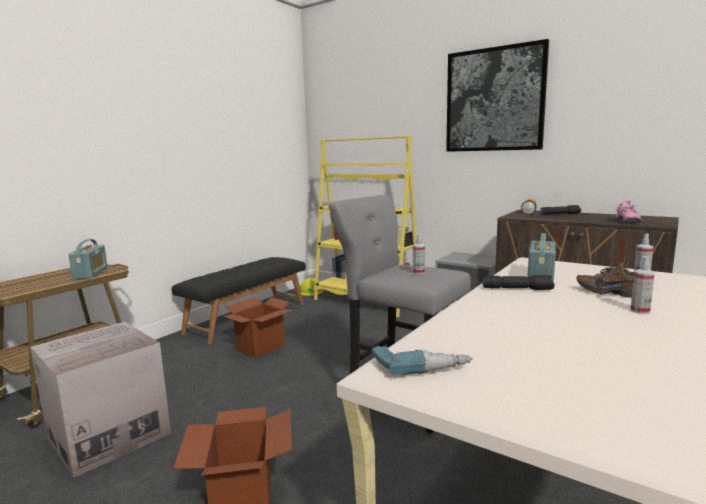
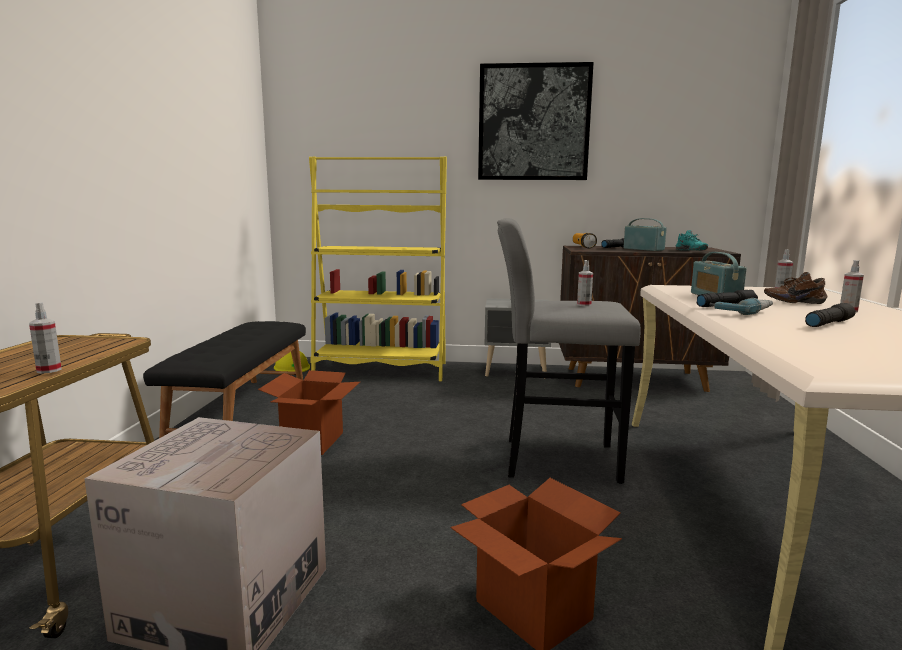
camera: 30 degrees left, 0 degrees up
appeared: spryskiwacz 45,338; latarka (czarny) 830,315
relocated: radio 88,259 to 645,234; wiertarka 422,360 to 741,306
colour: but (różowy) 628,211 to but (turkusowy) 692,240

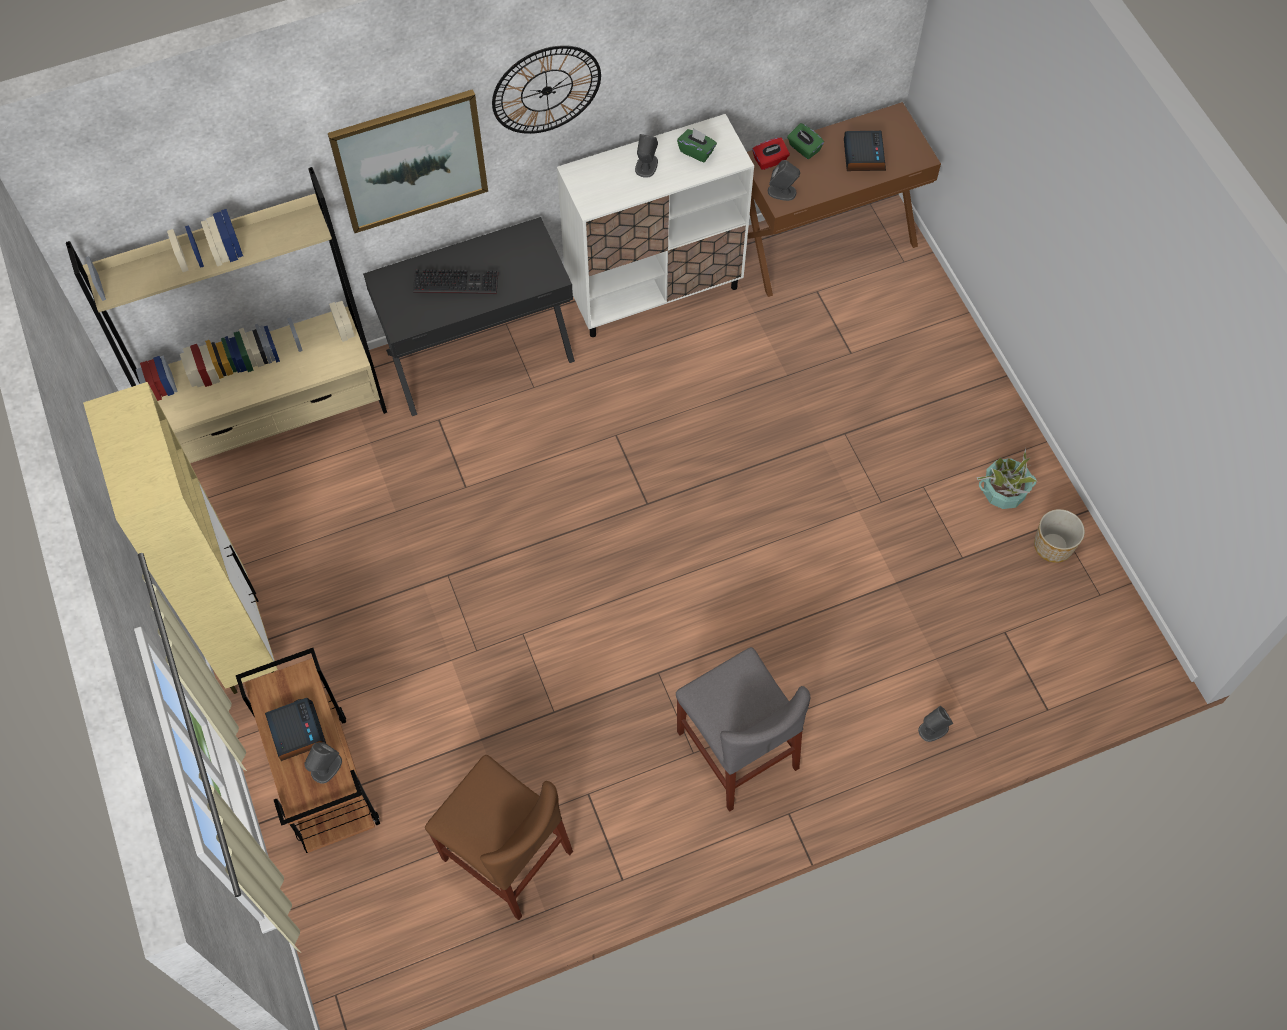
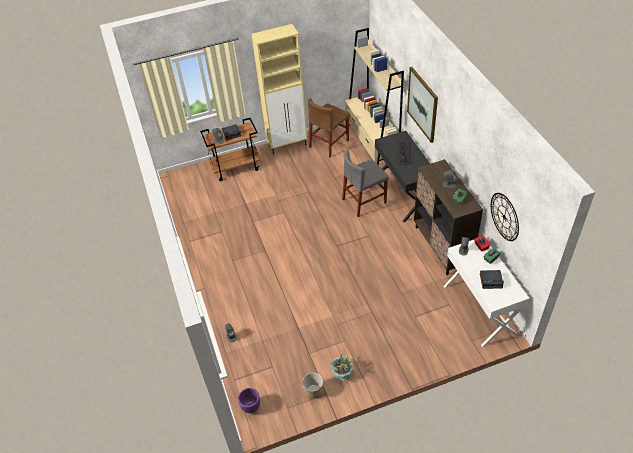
camera: 95 degrees right, 15 degrees down
appeared: donica (fioletowy) 249,400
relocated: zegar ścienny 546,89 to 505,217; krzesło (szary) 743,729 to 365,184; krzesło (brązowy) 499,837 to 329,127
colour: biurko (brązowy) 844,199 to biurko (biały) 487,293; szafka (biały) 655,225 to szafka (brązowy) 448,217

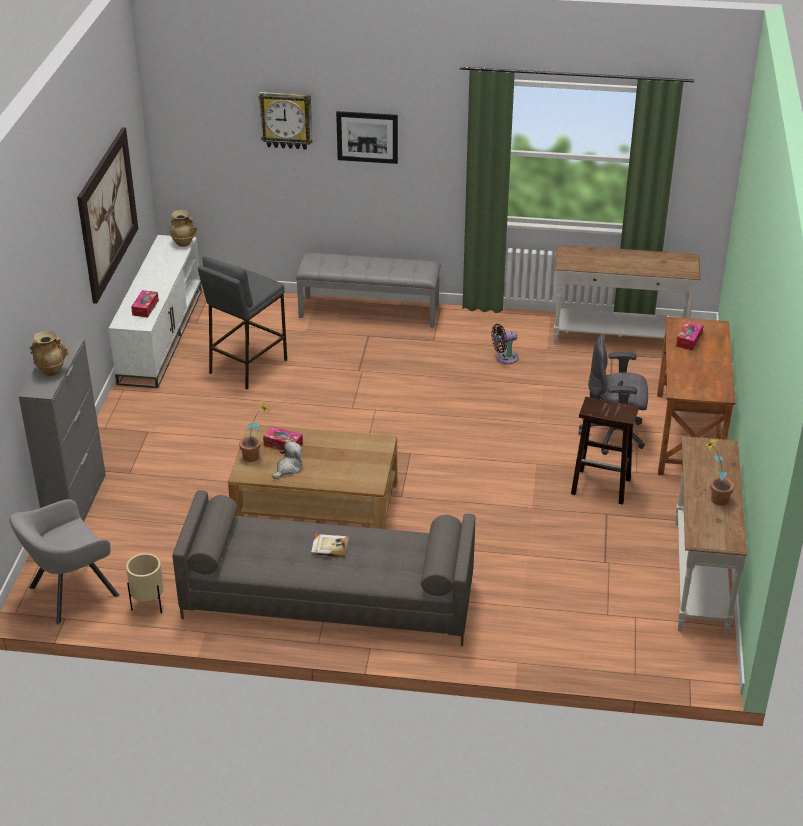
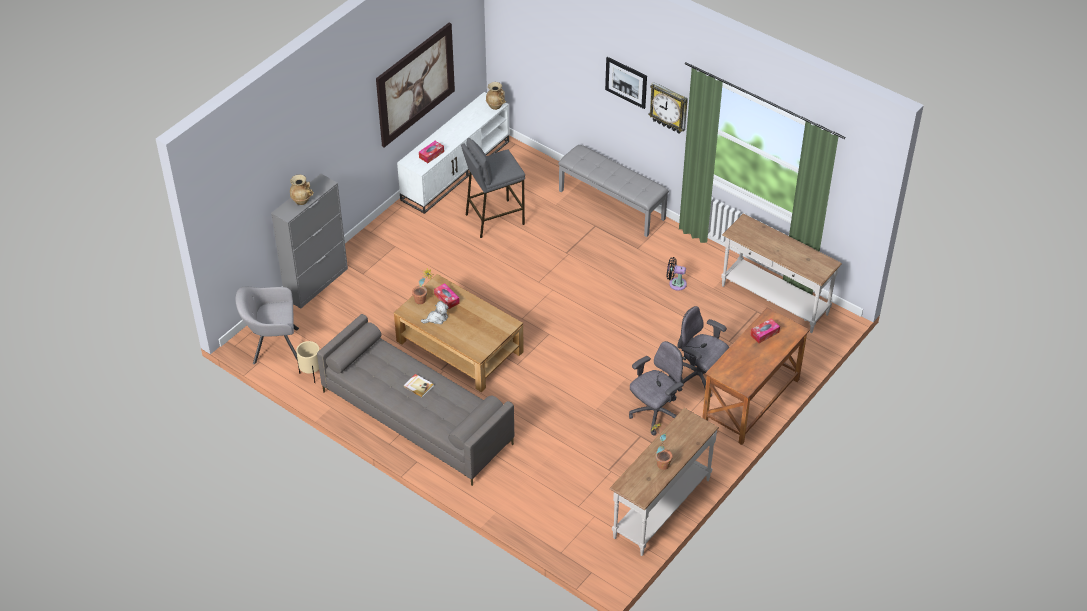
camera: 30 degrees right, 10 degrees up
relocated: zegar ścienny 285,121 to 668,108
exchanged: stołek (brązowy) 605,451 to krzesło biurowe (szary) 656,388

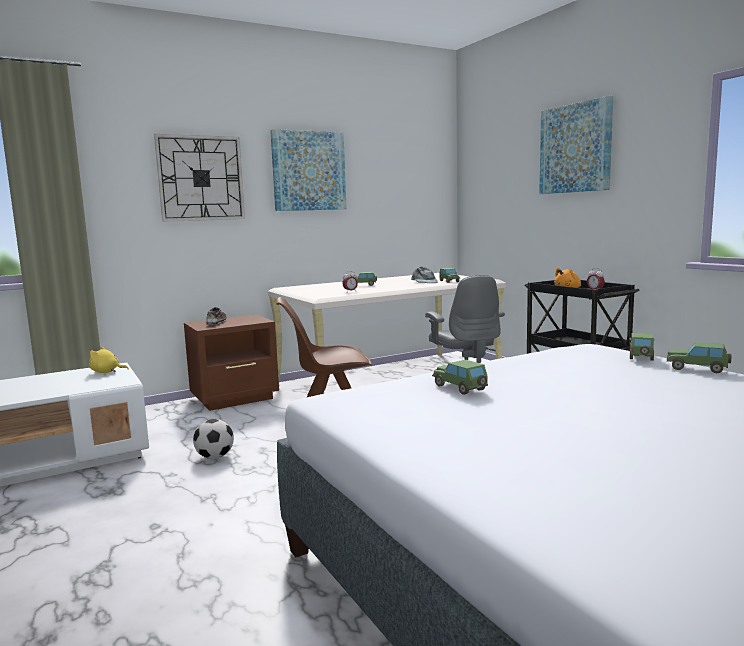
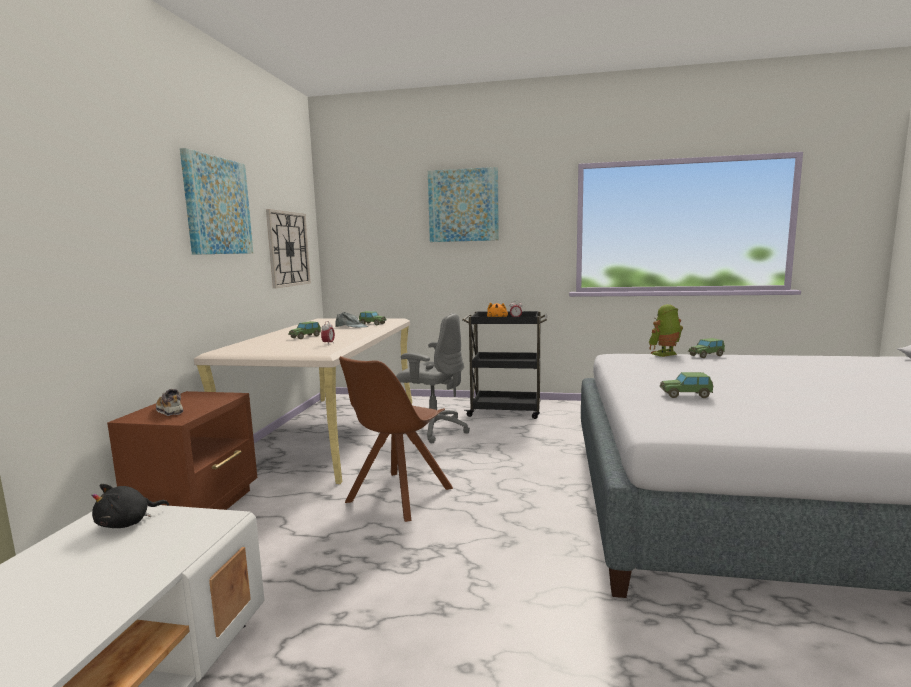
camera: 50 degrees left, 0 degrees up
missing: piłka futbolowa 213,439
relocated: zegar ścienny 199,178 to 288,248
exchanged: samochodzik 642,347 to robot zabawkowy 666,330
colour: pluszak (żółty) 109,359 to pluszak (czarny) 130,506

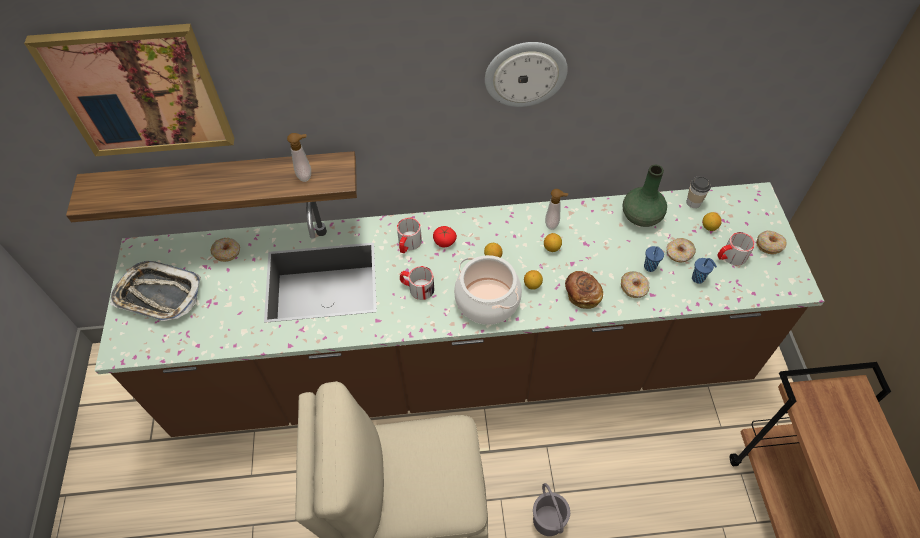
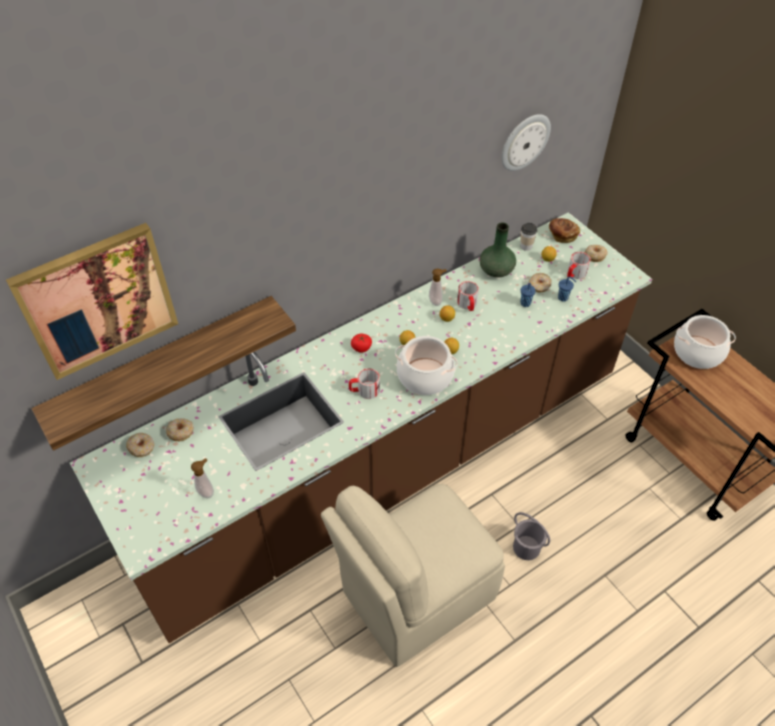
camera: 30 degrees left, 5 degrees down
missing: taca 155,291
appeared: garnek 705,342
relocated: zegar ścienny 526,74 to 526,142; dozownik mydła 299,157 to 202,478; kubek 409,235 to 468,296; chleb 584,290 to 564,230; donut 635,284 to 140,445

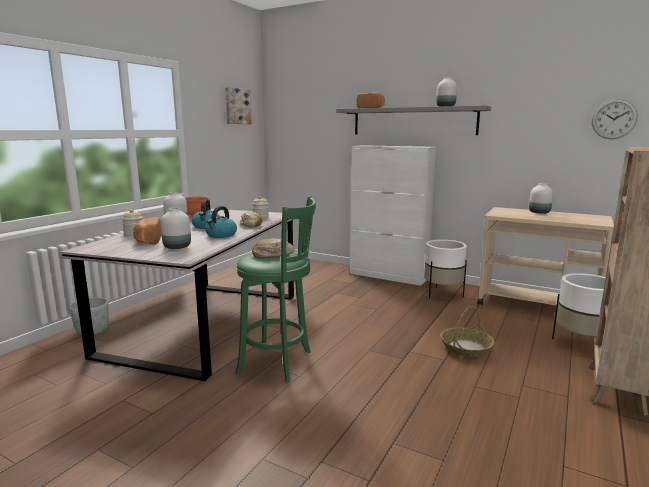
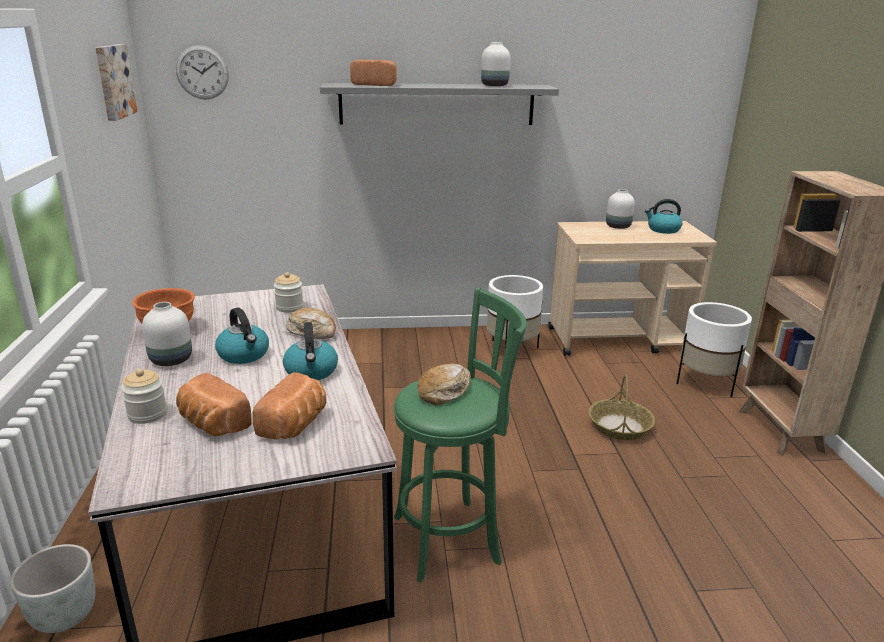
camera: 35 degrees left, 10 degrees up
missing: szafka (biały) 393,215
appeared: czajnik 663,216
relocated: zegar ścienny 615,119 to 202,72
exchanged: wazon (biały) 176,228 to chleb 289,406

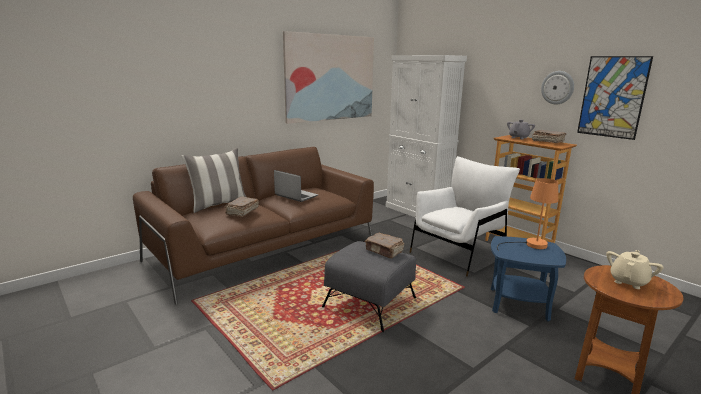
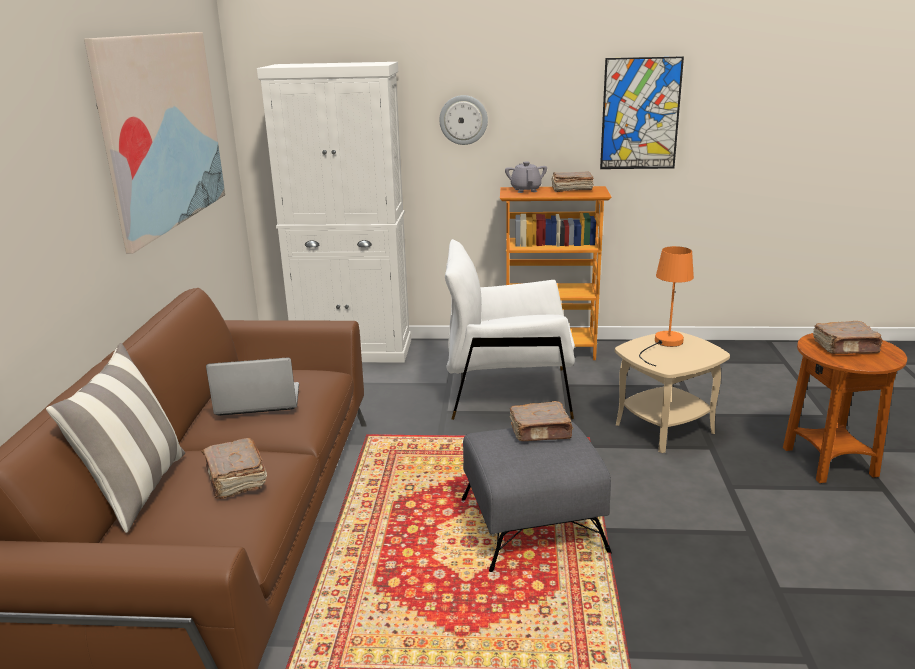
camera: 45 degrees left, 5 degrees up
relocated: zegar ścienny 557,87 to 463,120
exchanged: imbryk (beżowy) 635,269 to książka (brązowy) 847,337
colour: stolik (niebieski) 528,278 to stolik (beżowy) 672,392
spun: fotel (biały) 465,216 = 510,329 90 degrees counterclockwise

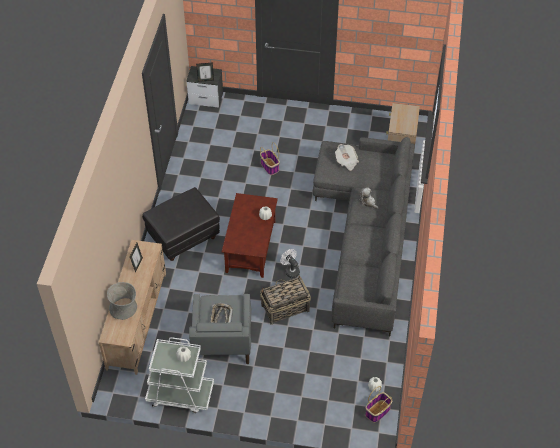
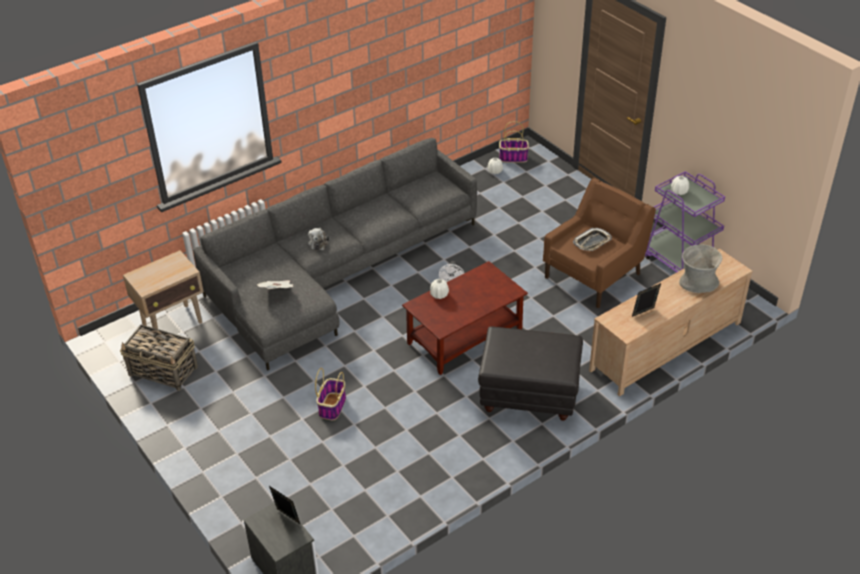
camera: 135 degrees left, 10 degrees down
relocated: koszyk 285,300 to 159,358
colour: fotel (szary) 220,329 to fotel (brązowy) 599,243; wózek (biały) 179,375 to wózek (fioletowy) 685,222

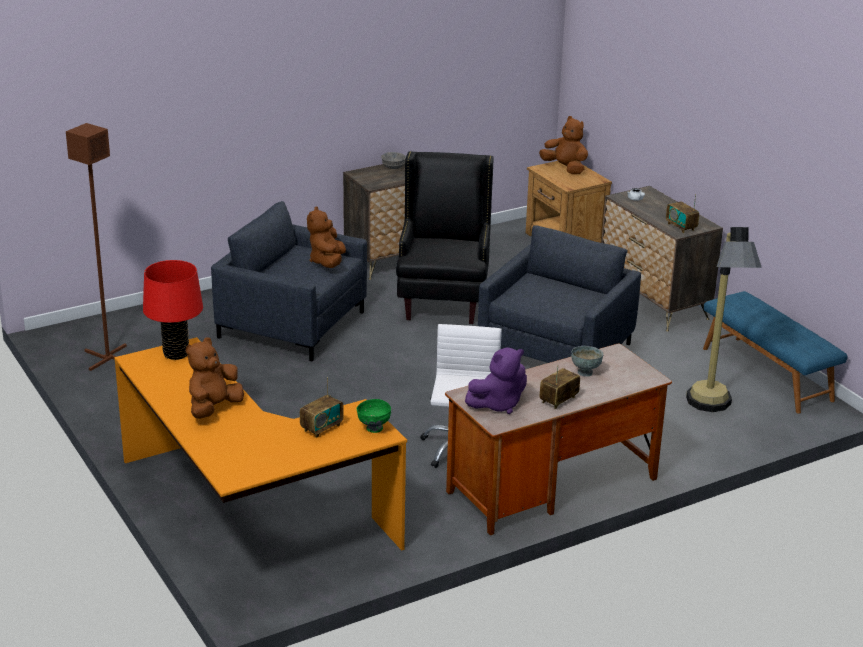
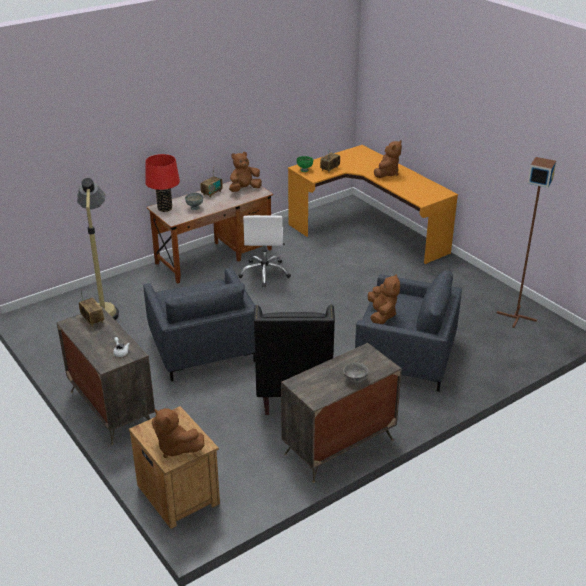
camera: 175 degrees right, 5 degrees up
missing: ławka (niebieski) 775,352
relocated: lampa stołowa (czerwony) 173,310 to 162,183
colour: pluszak (fioletowy) 496,381 to pluszak (brązowy) 245,172
spun: fotel (szary) 559,294 = 199,324 45 degrees counterclockwise

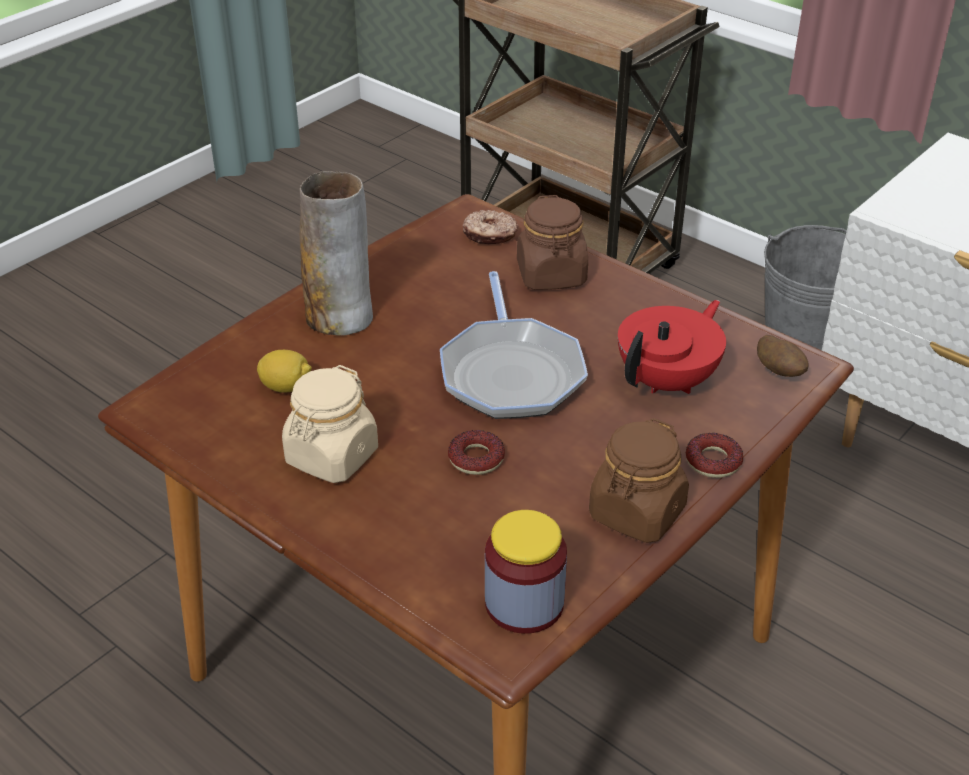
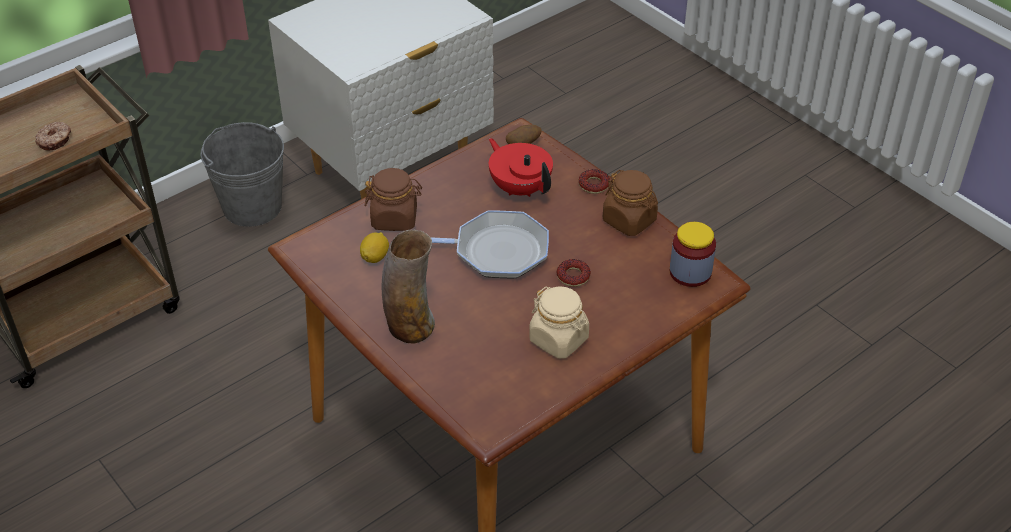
camera: 80 degrees left, 5 degrees up
relocated: donut 490,227 to 53,136; cytryna 284,371 to 374,247

